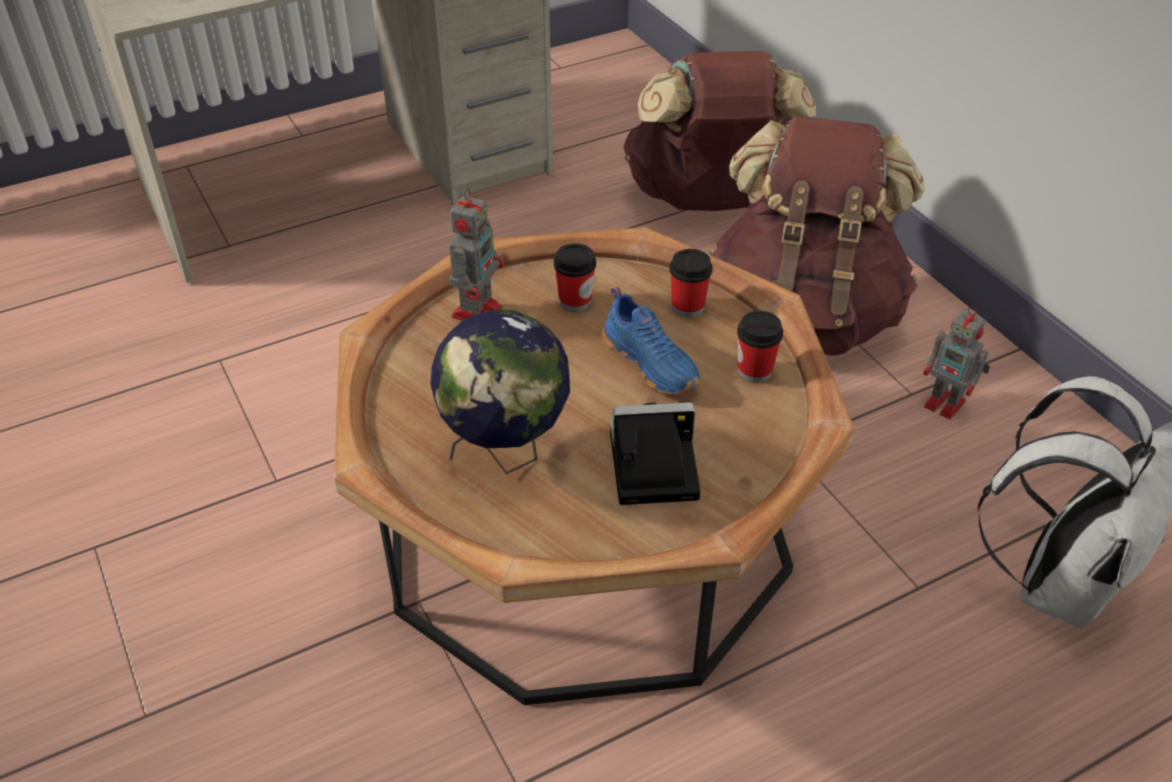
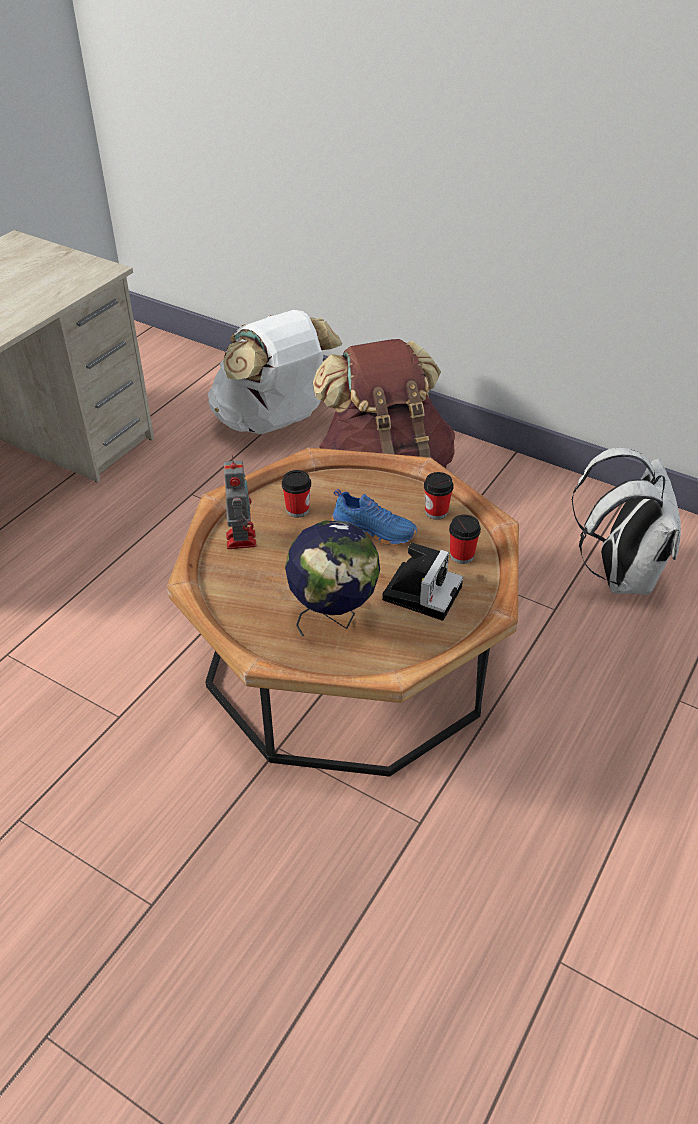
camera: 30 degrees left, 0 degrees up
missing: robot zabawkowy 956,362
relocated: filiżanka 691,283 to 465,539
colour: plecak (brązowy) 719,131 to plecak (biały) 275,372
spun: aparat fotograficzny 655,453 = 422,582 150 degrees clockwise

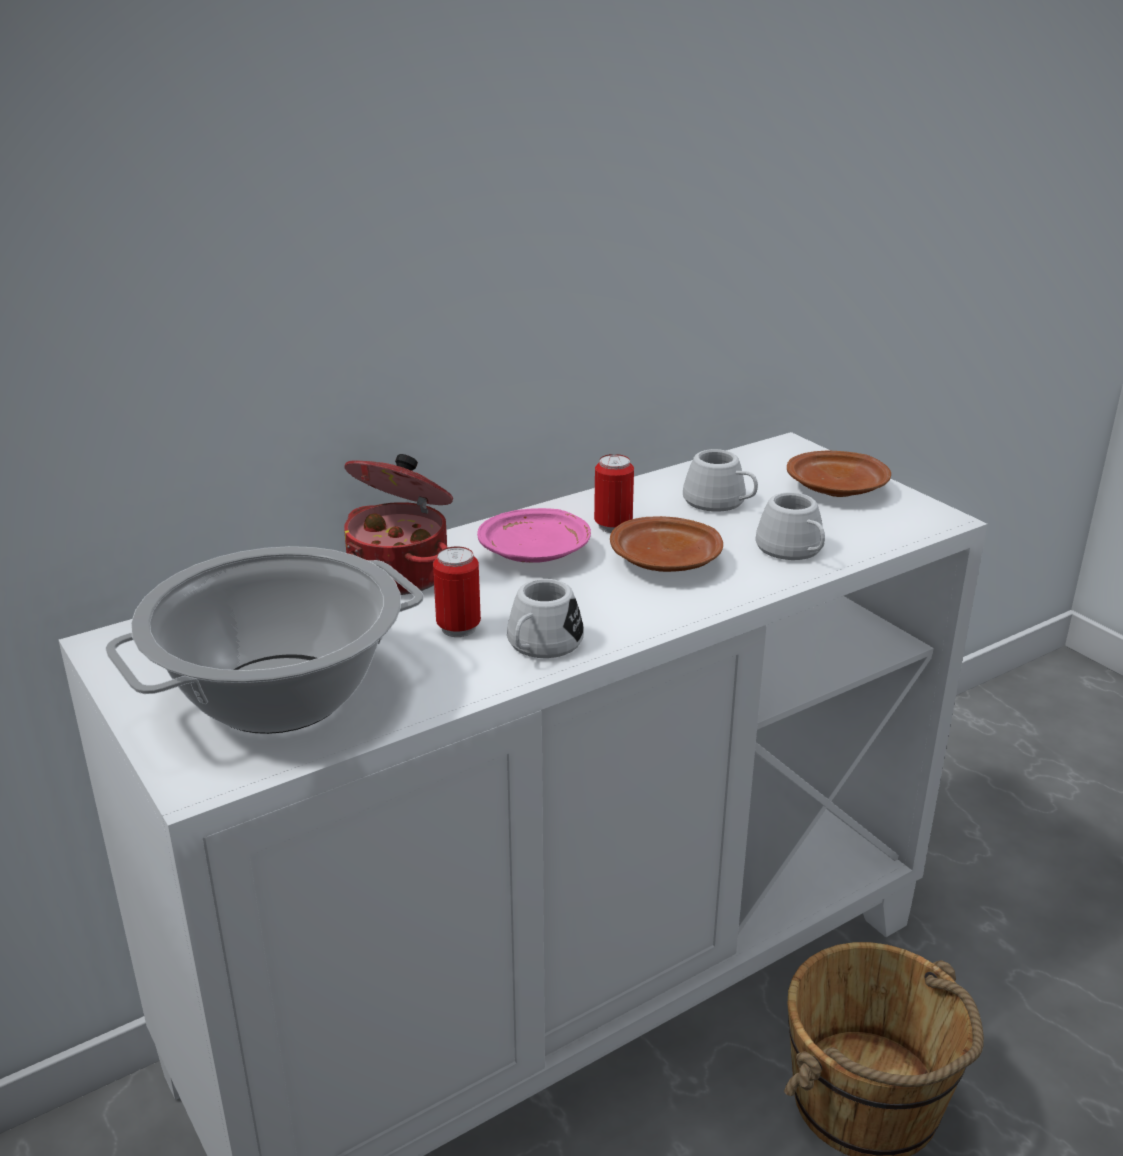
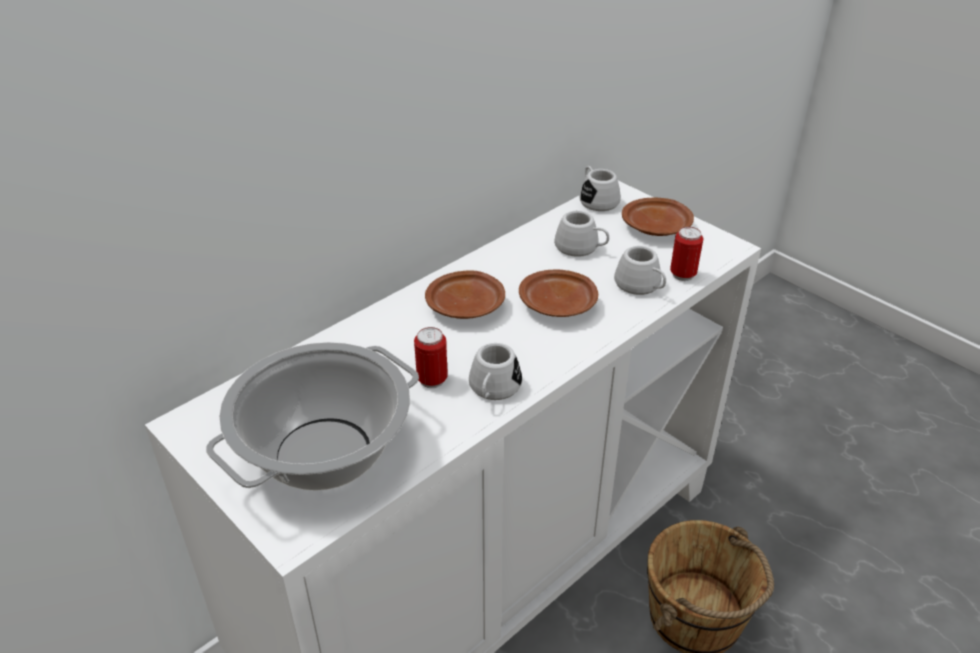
camera: 10 degrees left, 10 degrees up
missing: garnek 398,524
appeared: kubek (biały) 600,188
relocated: puszka 614,493 to 686,254
colour: talerz (różowy) 534,535 to talerz (brązowy) 465,295

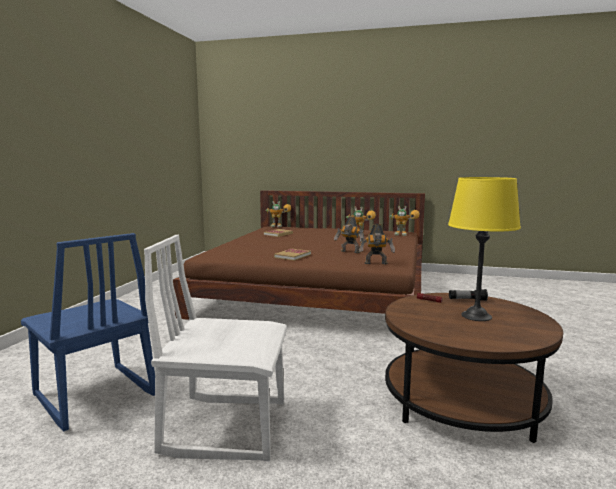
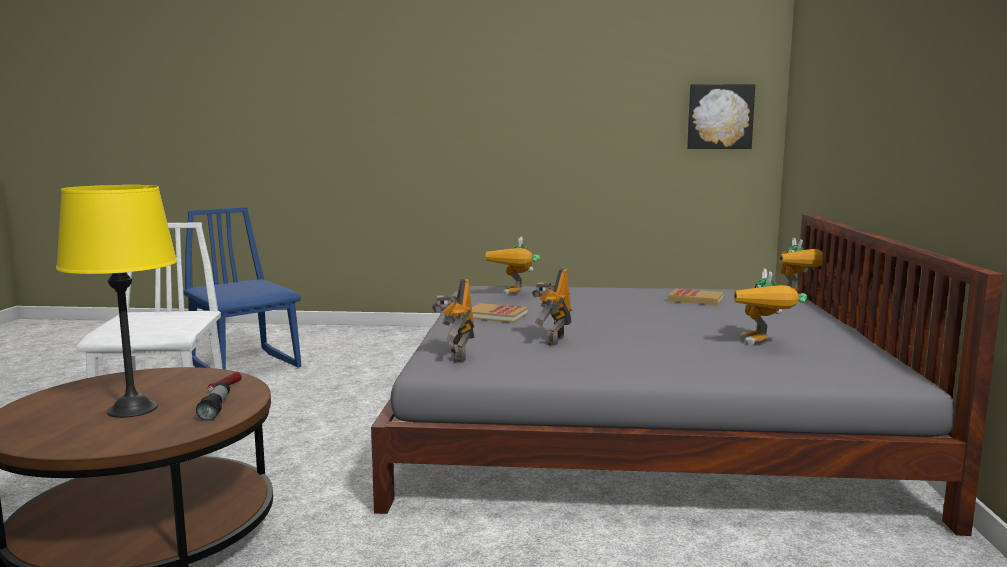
camera: 80 degrees right, 0 degrees up
appeared: obraz 721,116
relocated: robot zabawkowy 405,221 to 512,266
colour: łóżko (brązowy) 299,255 to łóżko (szary) 687,375
spun: krzesło (niebieski) 88,332 = 242,288 105 degrees clockwise

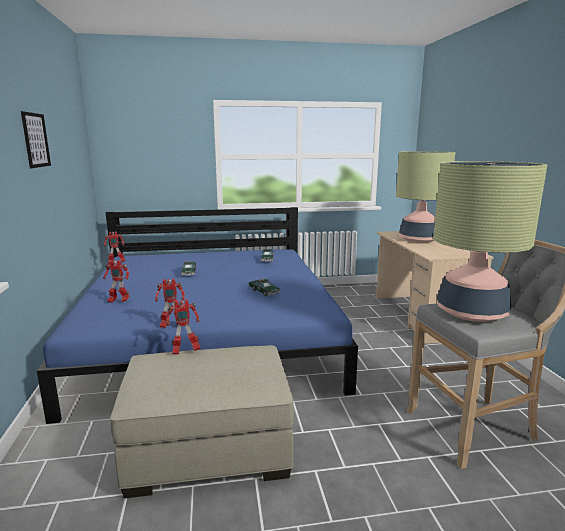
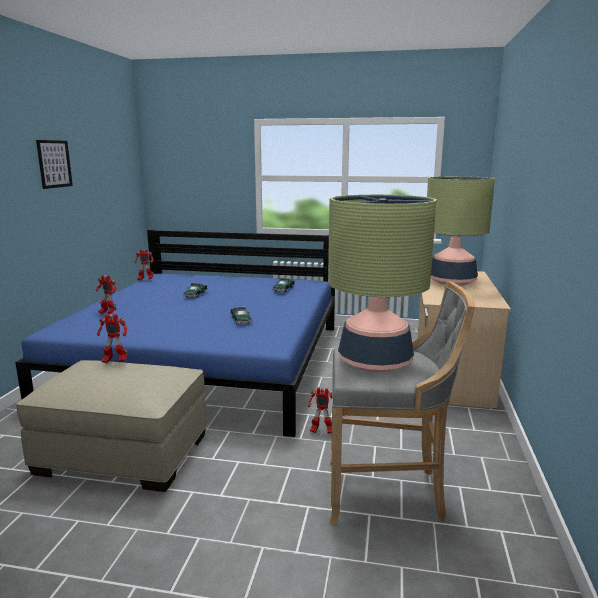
camera: 20 degrees right, 0 degrees up
relocated: robot zabawkowy 170,303 to 320,410

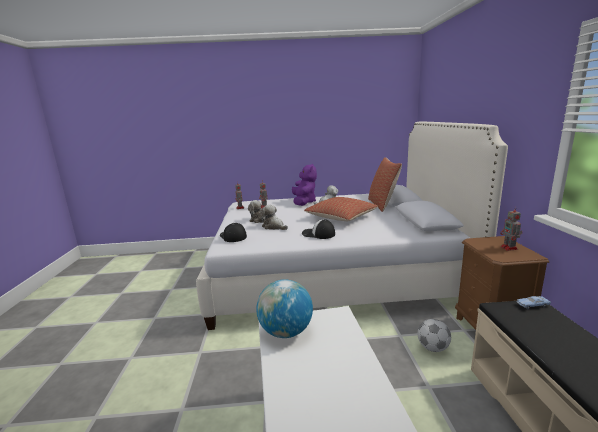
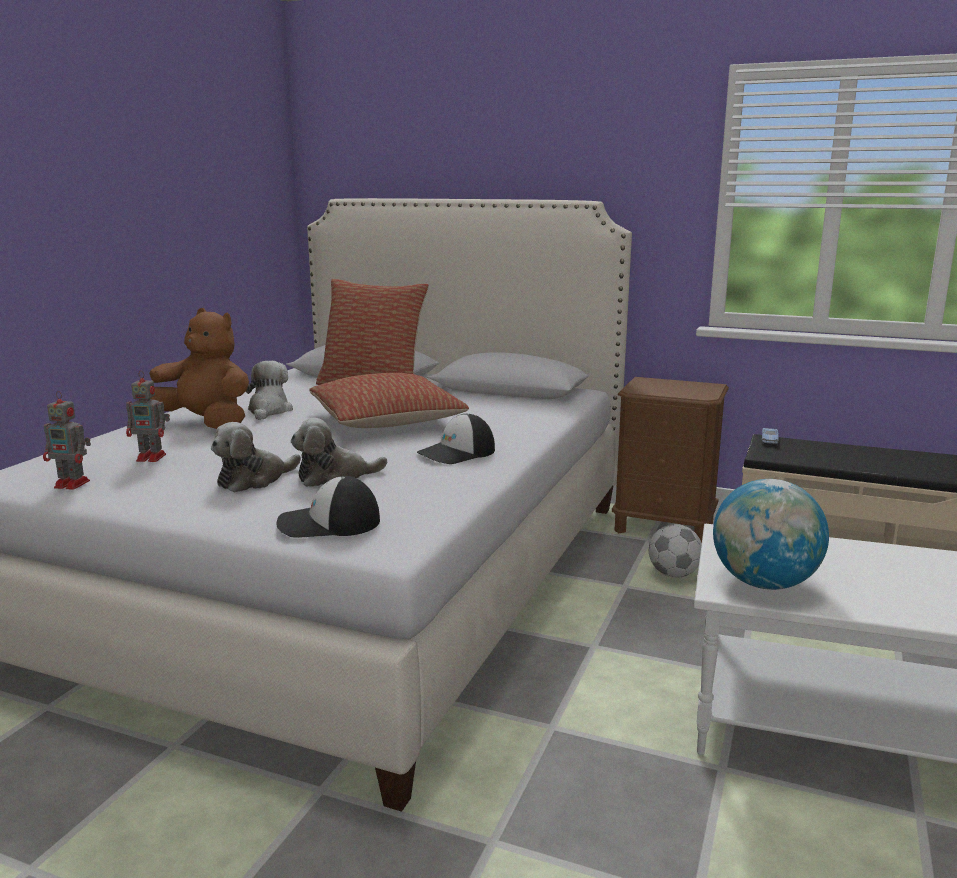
camera: 65 degrees left, 0 degrees up
missing: robot zabawkowy 511,229
colour: pluszak (fioletowy) 304,184 to pluszak (brązowy) 199,368

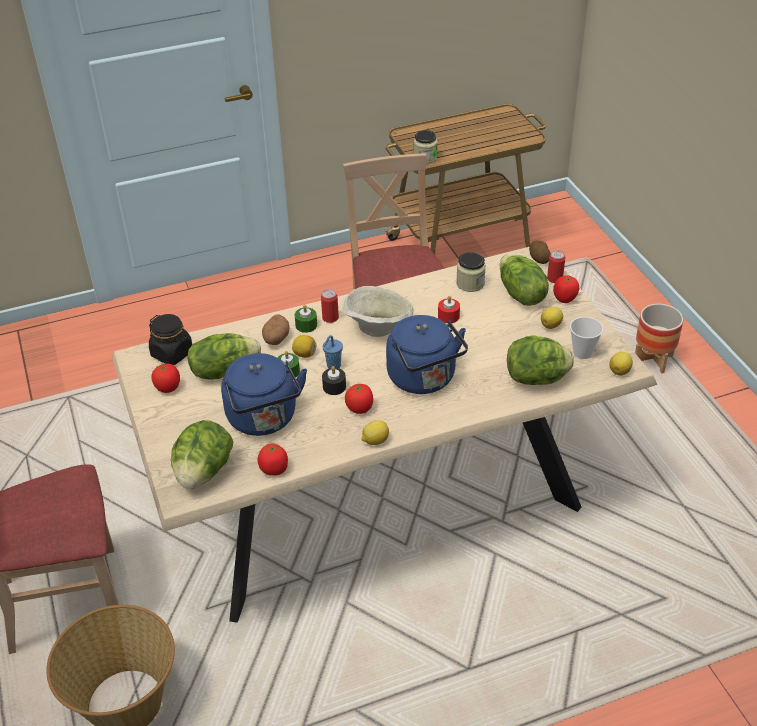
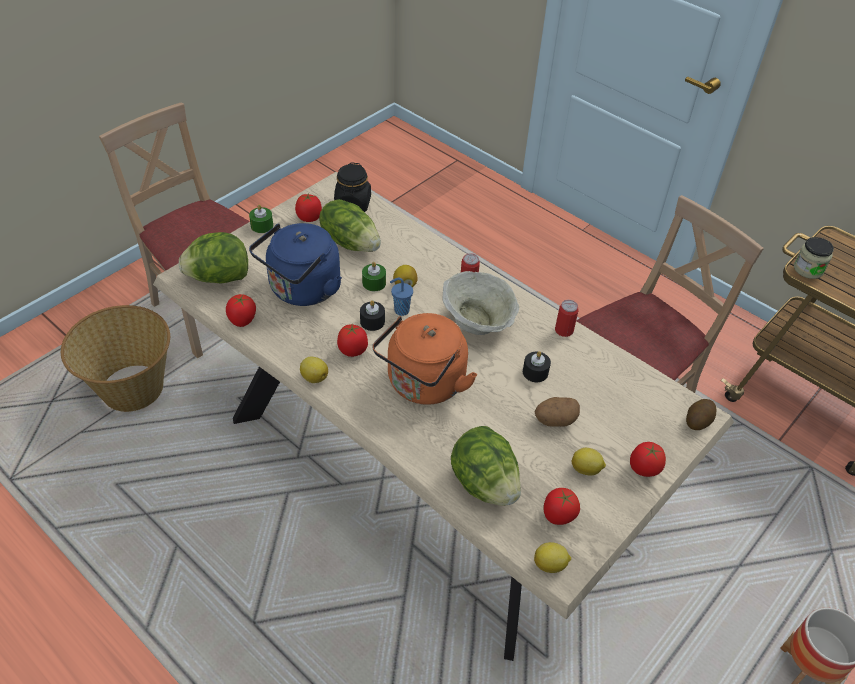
camera: 60 degrees right, 5 degrees up
missing: słoik 471,272; sałata 524,280
relocated: puszka 556,266 to 566,318; świeca (zielony) 306,319 to 261,218; ziemniak 276,330 to 557,412
exchanged: filiżanka 586,338 to pomidor 561,506
colour: świeca (czerwony) 449,309 to świeca (czarny) 537,366; czajnik (niebieski) 427,354 to czajnik (pomarańczowy) 424,359

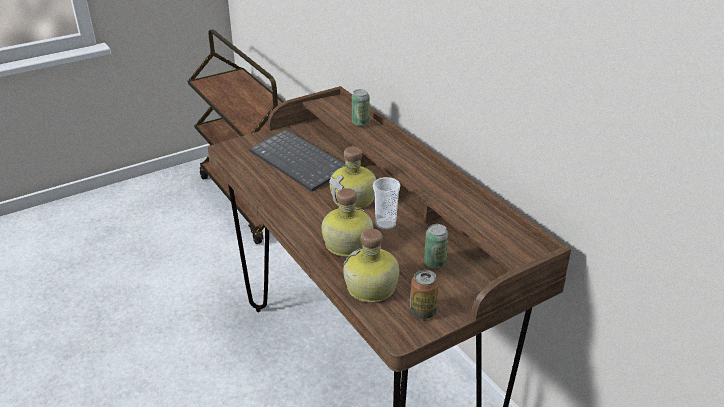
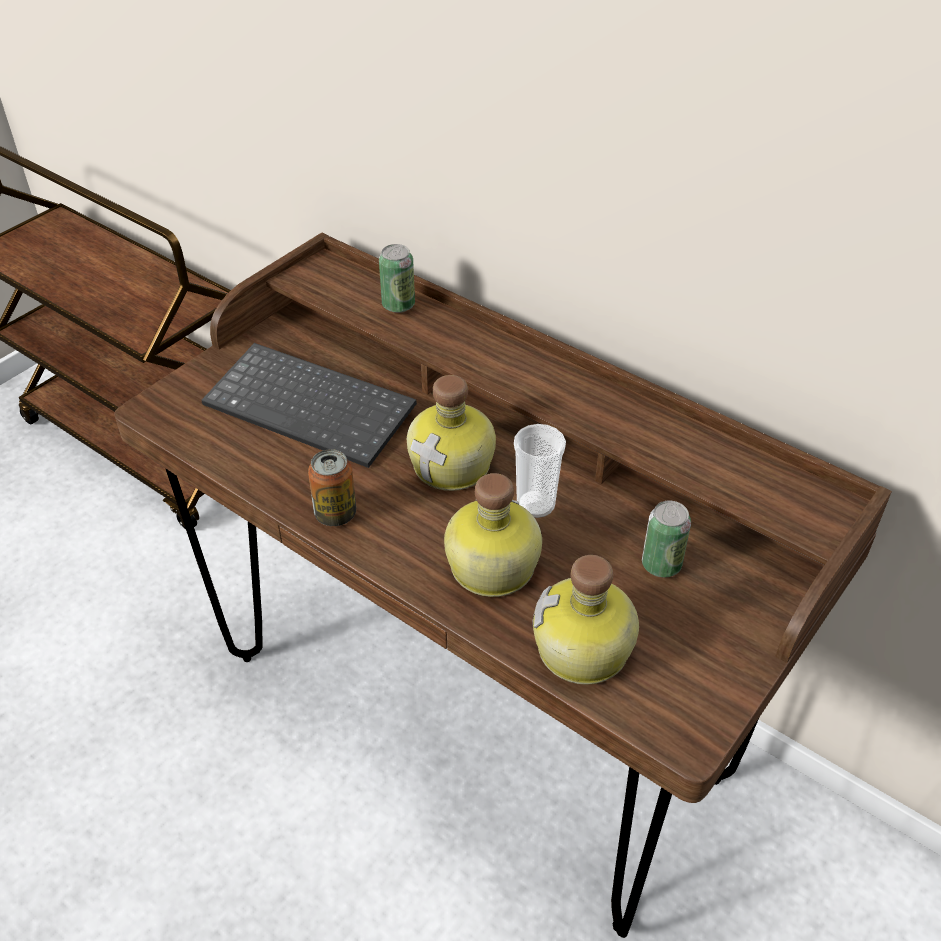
camera: 20 degrees left, 10 degrees up
relocated: puszka 424,294 to 332,487

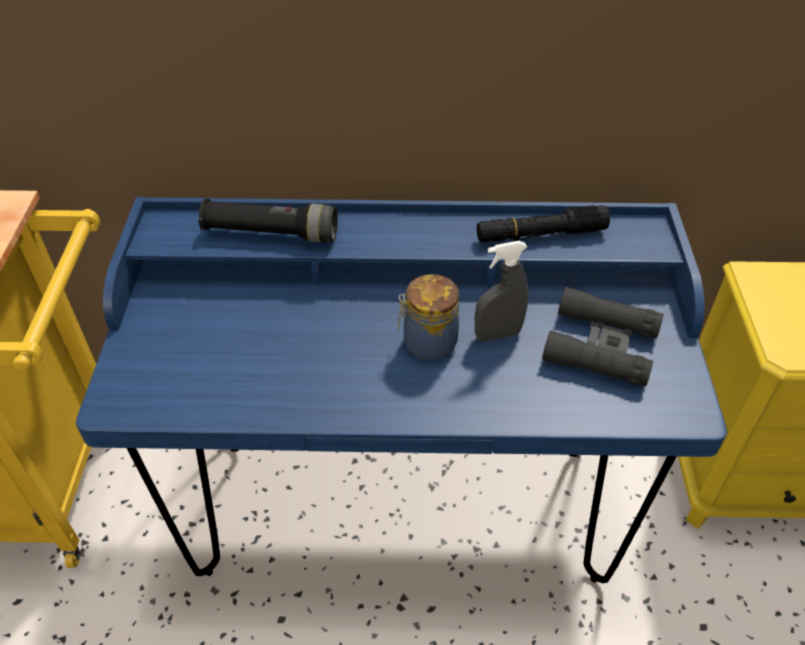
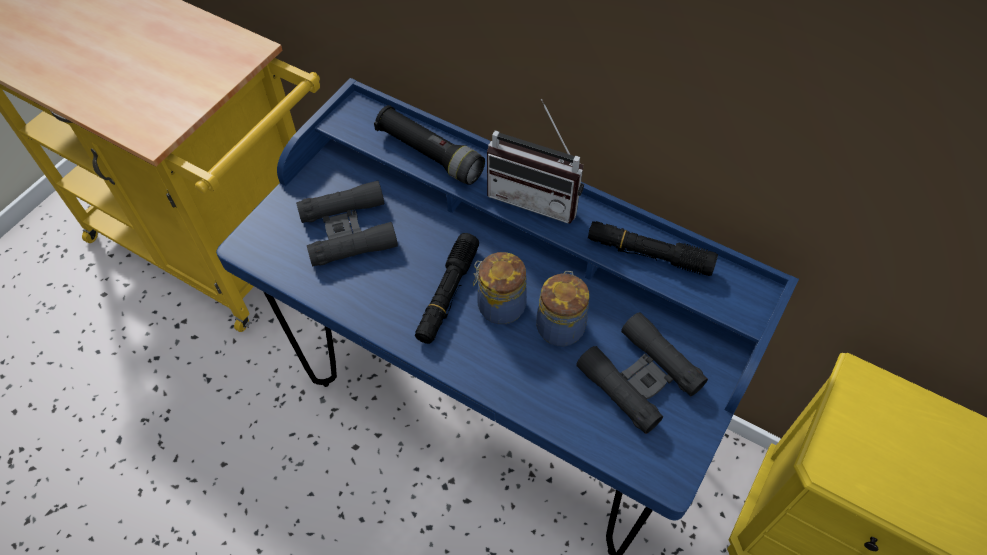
camera: 30 degrees right, 10 degrees up
appeared: radio 535,161; lornetka (czarny) 347,223; latarka (czarny) 447,288
exchanged: spryskiwacz (szary) 502,291 to słoik 563,308

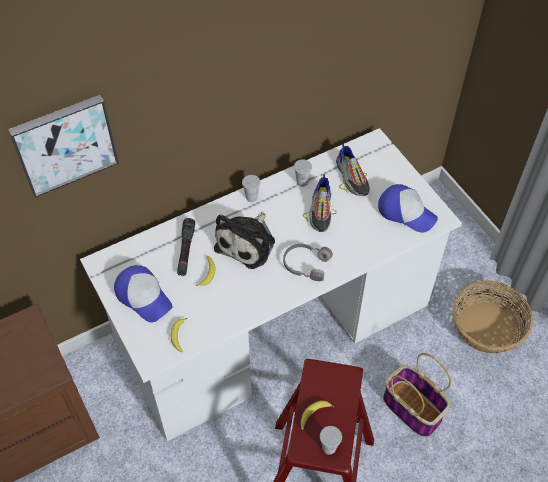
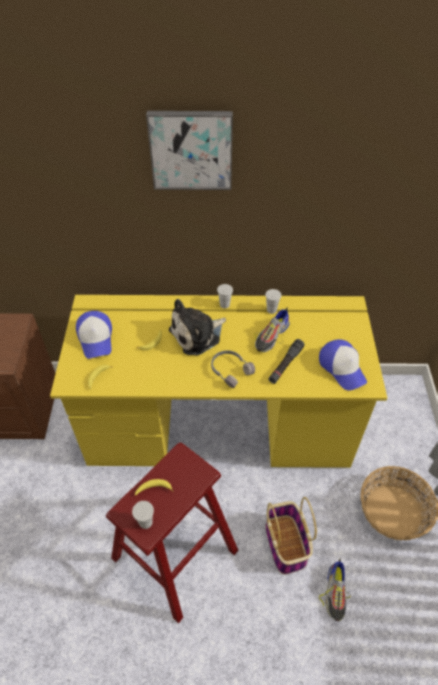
camera: 30 degrees right, 5 degrees down
relocated: obraz 63,146 to 189,150; but 353,169 to 334,590; latarka (czarny) 186,247 to 286,361
colour: biurko (biały) 271,284 to biurko (żółty) 218,381

